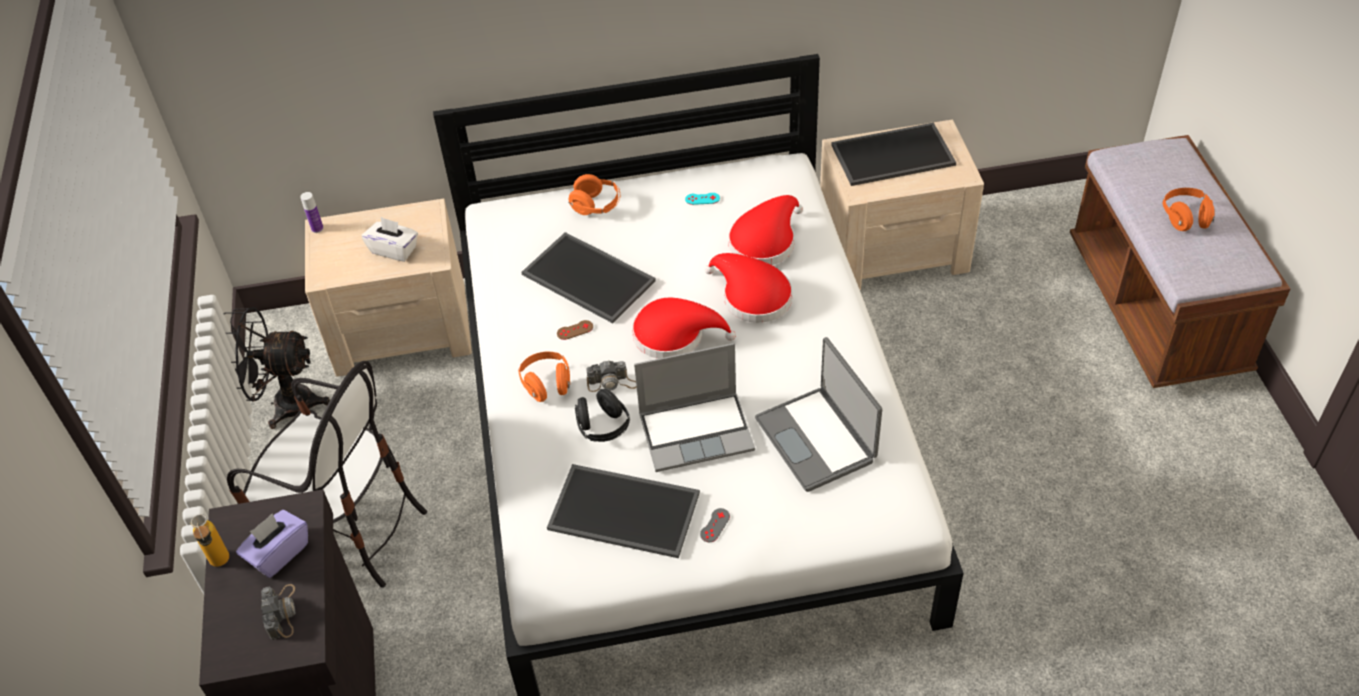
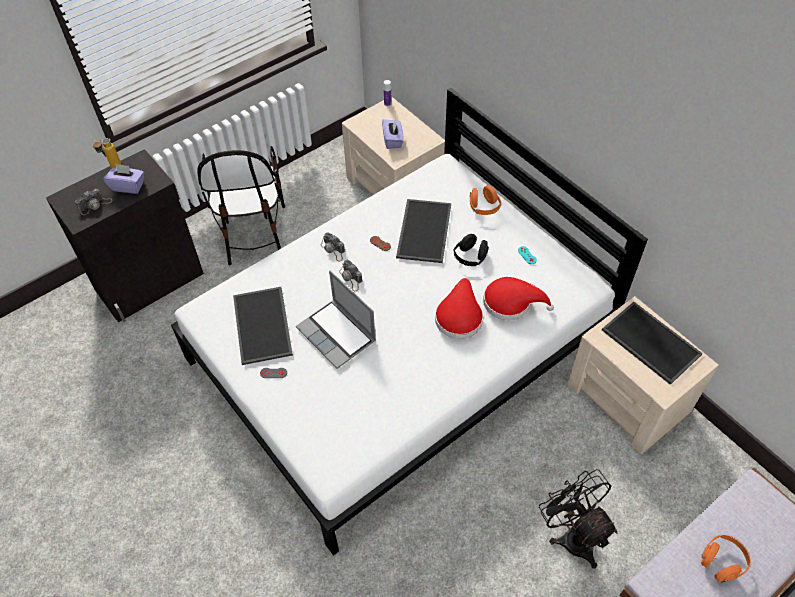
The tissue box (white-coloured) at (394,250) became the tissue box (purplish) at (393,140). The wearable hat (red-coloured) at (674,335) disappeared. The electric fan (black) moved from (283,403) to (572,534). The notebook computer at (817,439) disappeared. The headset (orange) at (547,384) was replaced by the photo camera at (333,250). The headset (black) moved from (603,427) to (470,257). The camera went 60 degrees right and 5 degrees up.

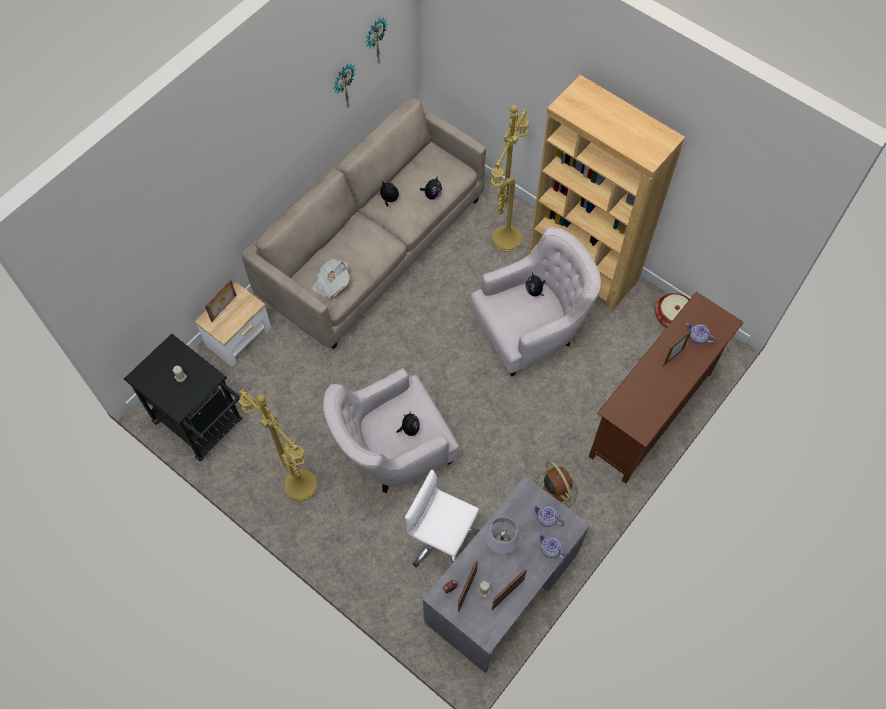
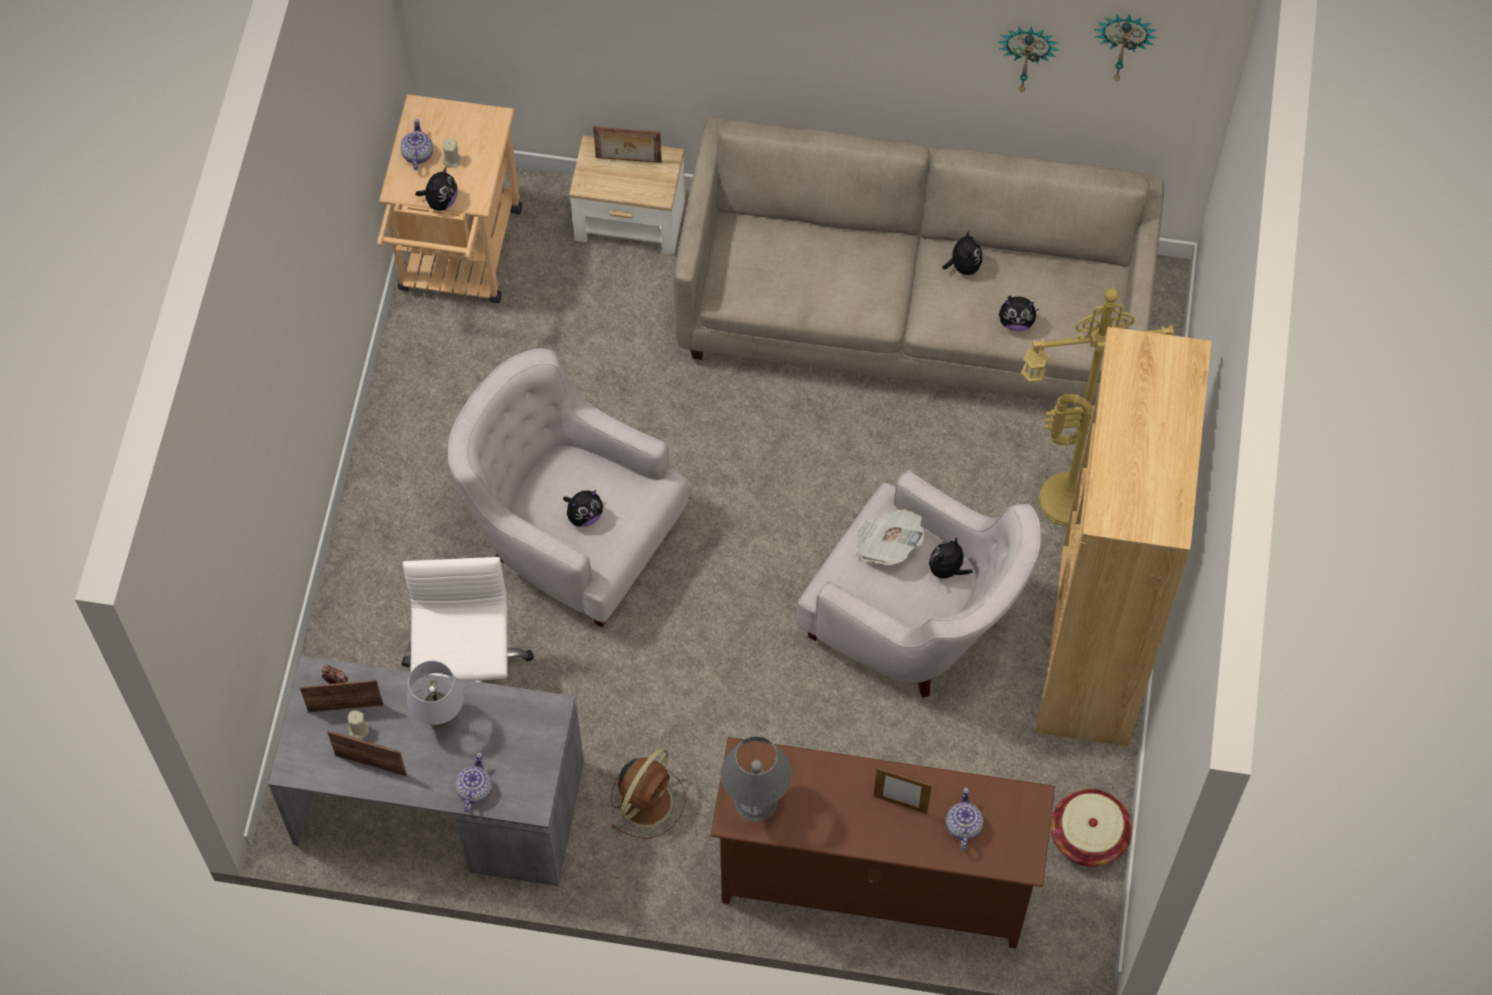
The printed paper moved from (331,284) to (887,544). The trolley (black) at (203,425) became the trolley (beige-coloured) at (458,260). The standing lamp (yellow) at (298,486) disappeared. The pot for tea moved from (546,519) to (417,154). The cuddly toy at (441,201) appeared. The table lamp (grey) at (756,801) appeared. The camera went 60 degrees right and 0 degrees up.

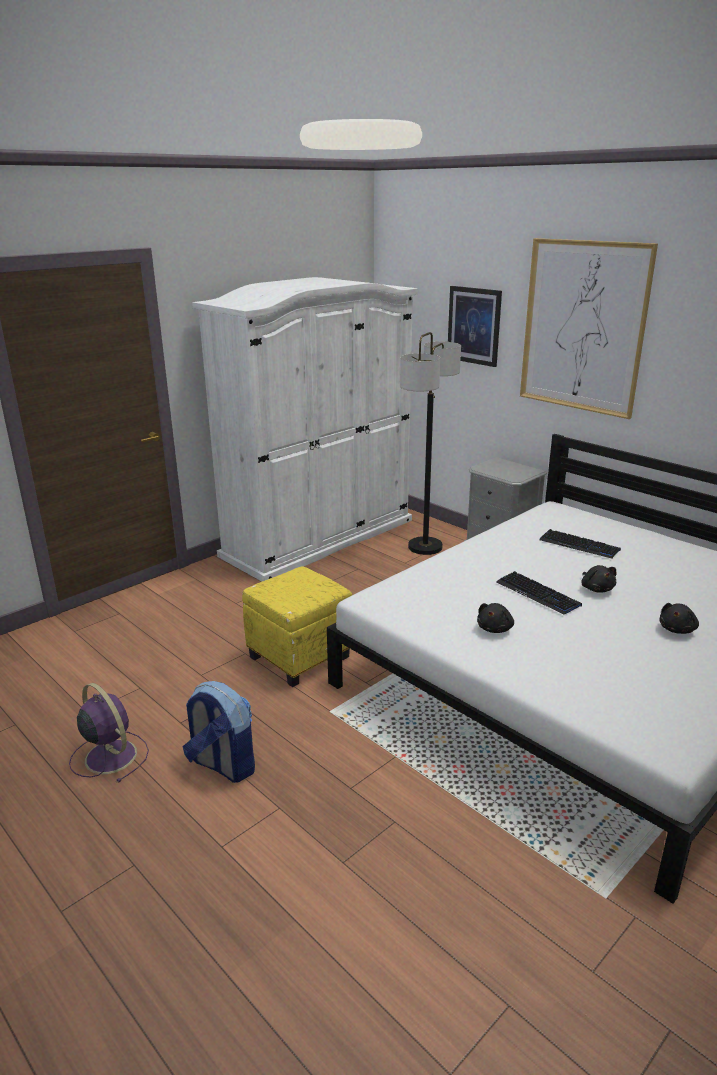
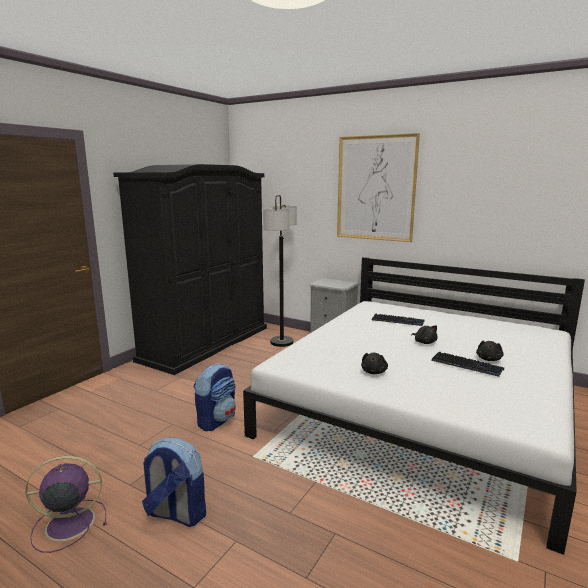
The clothes cupboard (white-coloured) at (319,537) became the clothes cupboard (black) at (206,343). The picture at (474,325) disappeared. The pouffe (yellow) at (300,656) was replaced by the rucksack at (216,420). The keyboard moved from (538,594) to (466,365). The electric fan (purplish) at (109,755) turned 45 degrees counterclockwise. The camera went 15 degrees left and 10 degrees down.

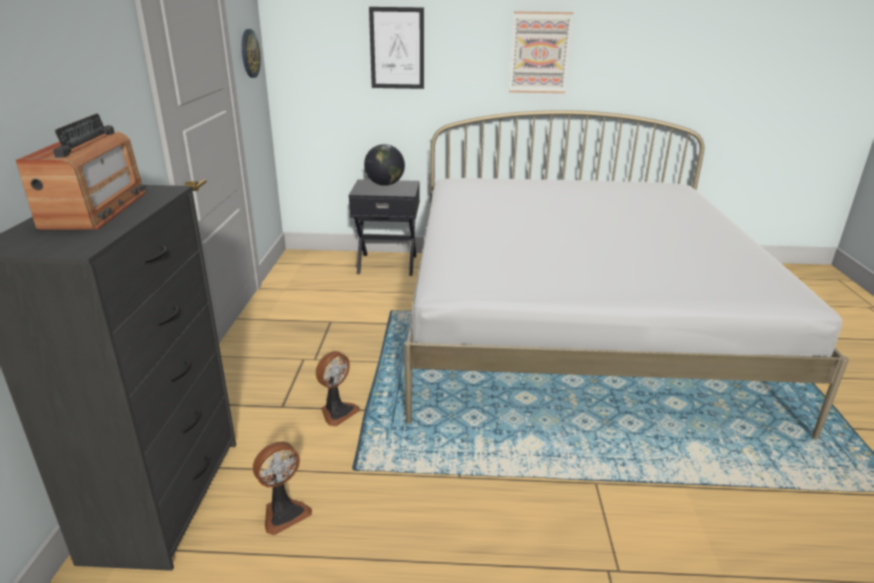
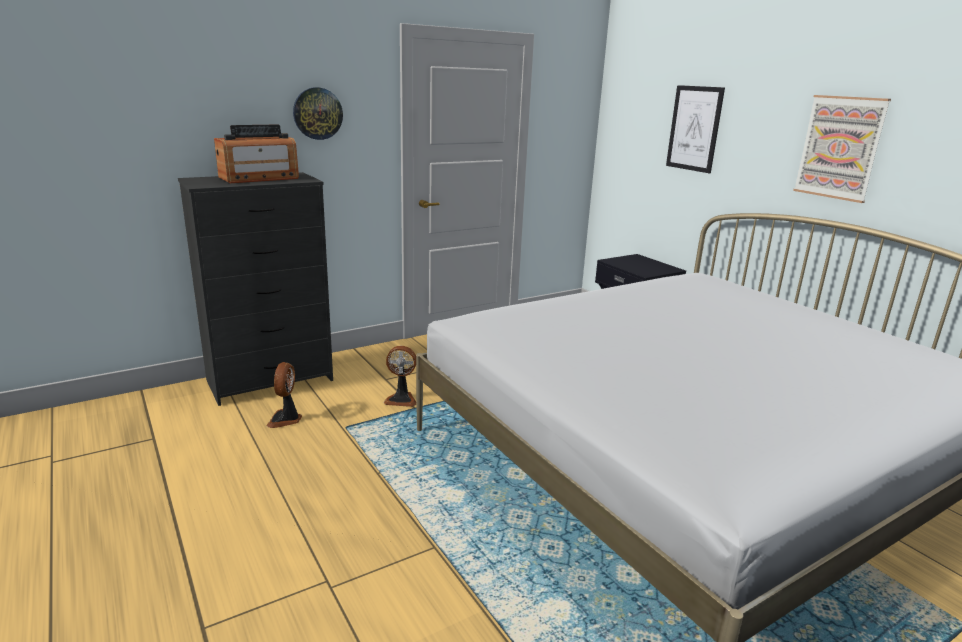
The clock on the wall moved from (249,53) to (317,113). The globe at (385,184) disappeared. The electric fan at (284,513) turned 75 degrees clockwise. The camera went 55 degrees right and 5 degrees down.

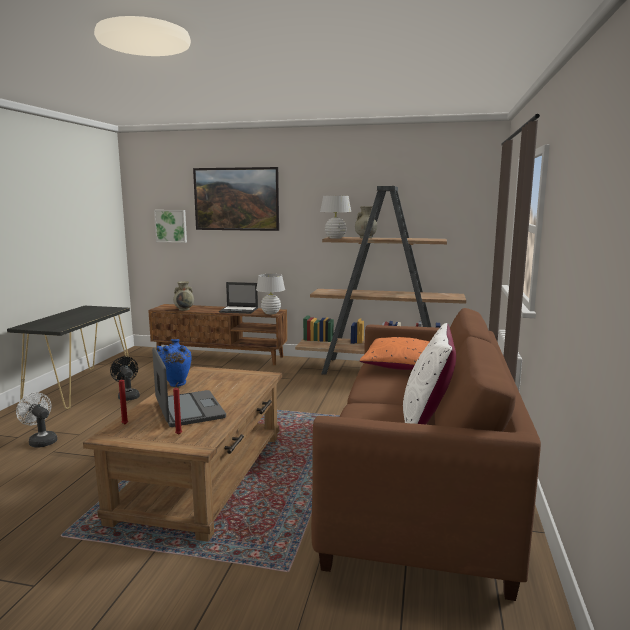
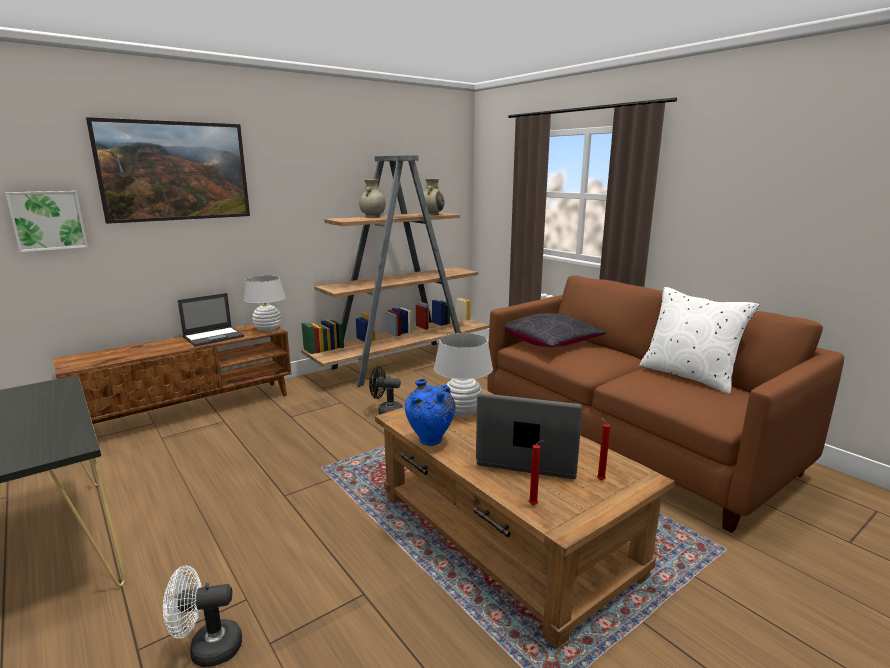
The table lamp (white-coloured) moved from (335,238) to (462,412). The decorative vase (beige-coloured) moved from (184,309) to (432,214). The pillow (orange) at (402,366) became the pillow (black) at (550,342). The electric fan (black) moved from (127,396) to (386,412). The camera went 50 degrees left and 5 degrees up.

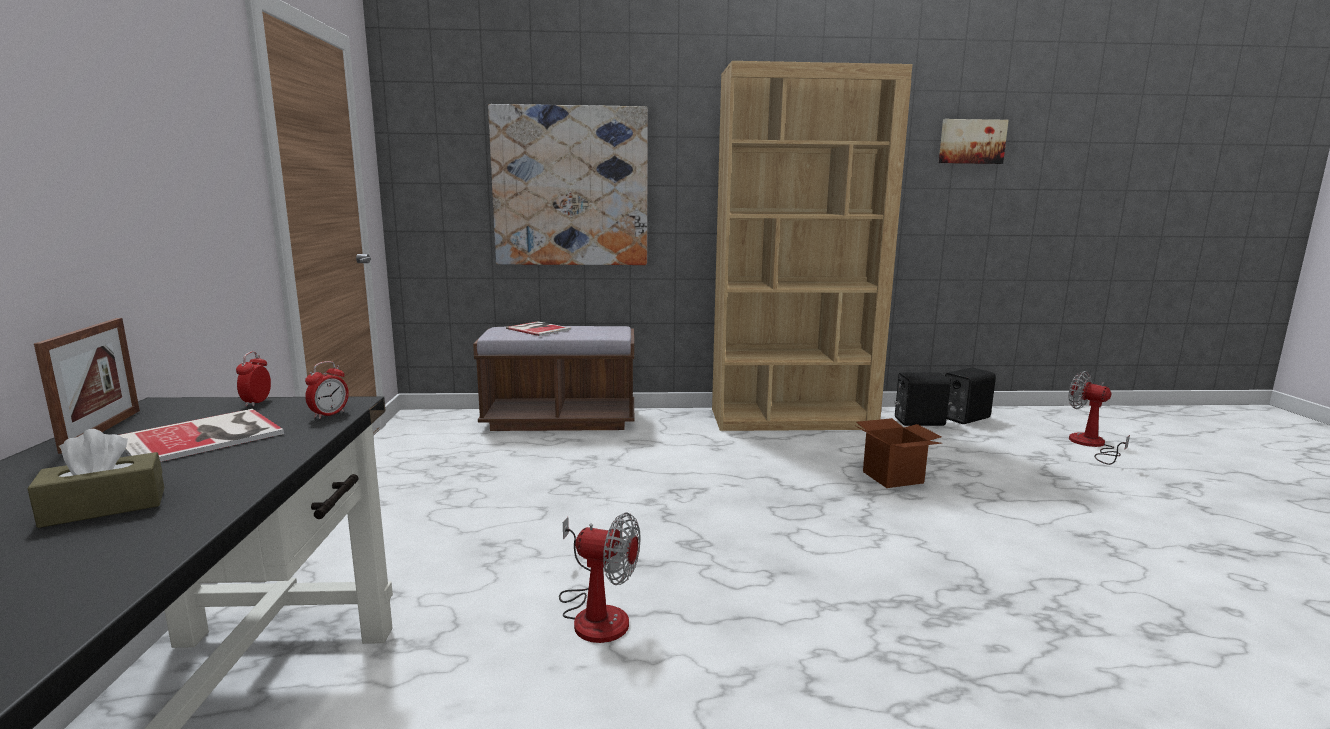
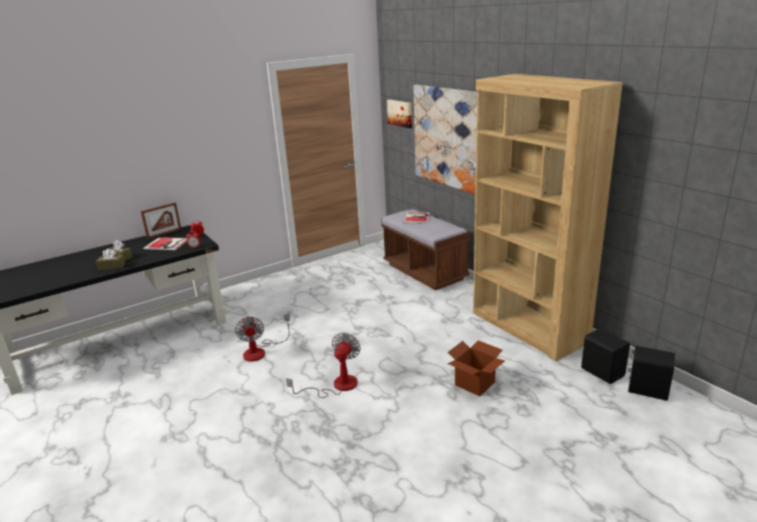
The picture moved from (971,141) to (400,113). The electric fan moved from (1091,445) to (336,386). The tissue box (brown) at (112,267) appeared. The camera went 60 degrees right and 10 degrees up.

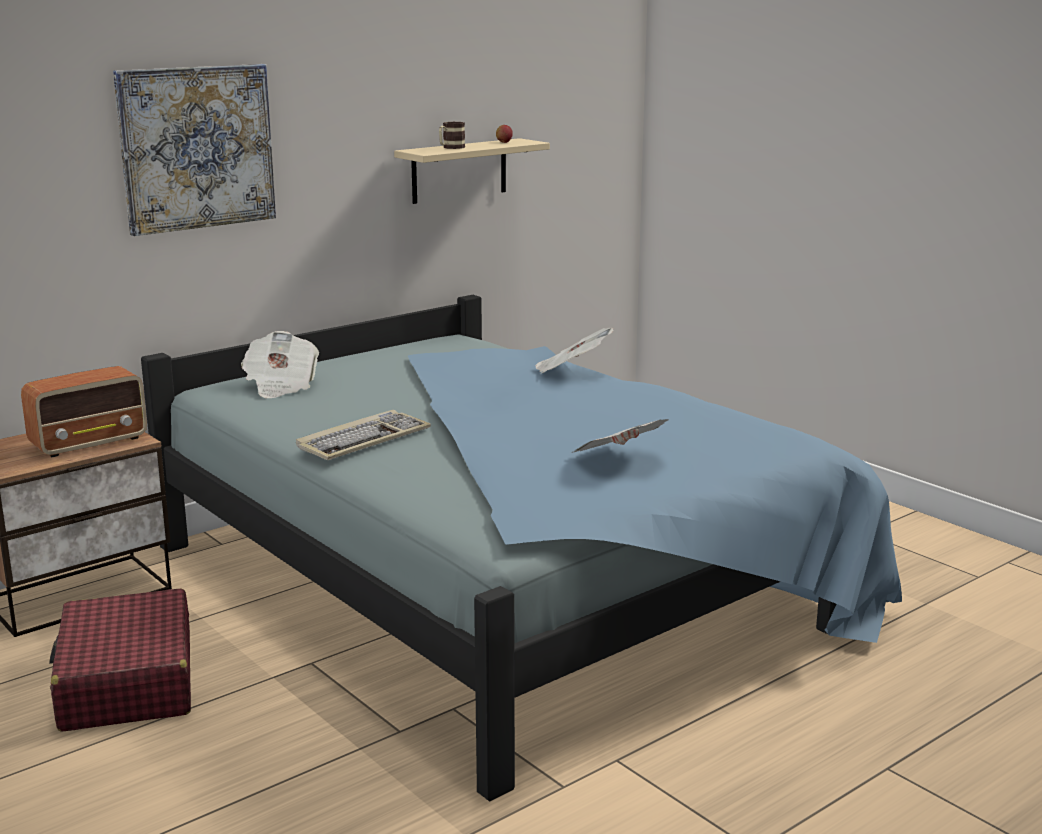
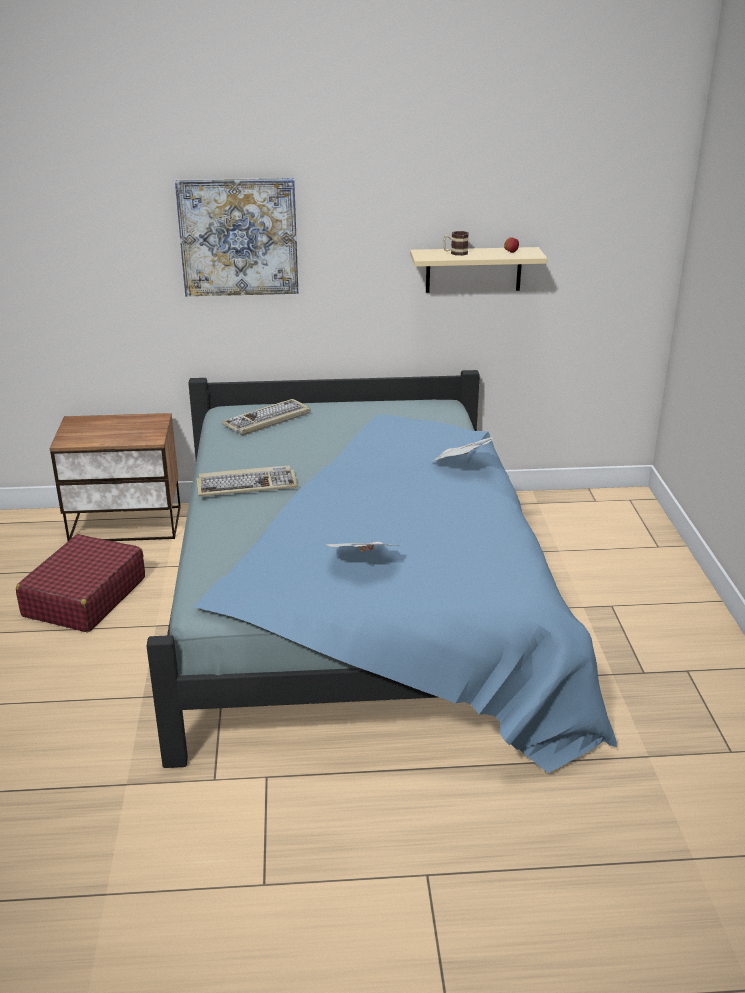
The printed paper at (280,386) was replaced by the keyboard at (267,420). The radio receiver at (90,443) disappeared. The camera went 35 degrees right and 10 degrees up.

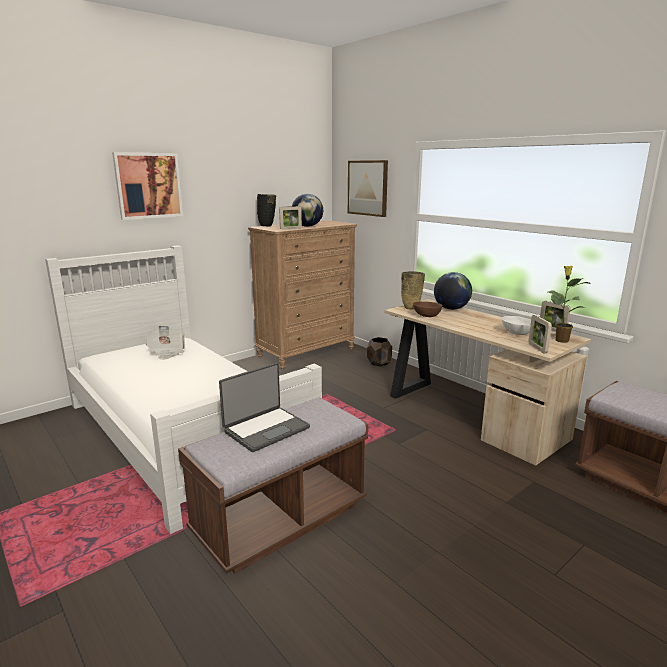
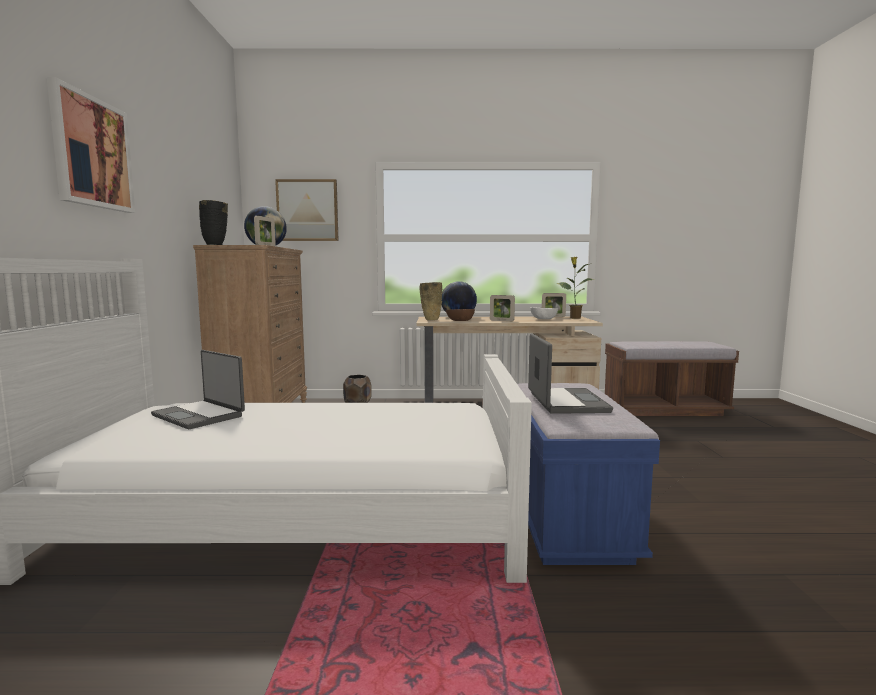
The standing frame moved from (537,348) to (501,320). The printed paper at (167,352) was replaced by the notebook computer at (200,415). The indoor bench (brown) at (280,519) became the indoor bench (bluish) at (565,517). The camera went 50 degrees left and 10 degrees down.

